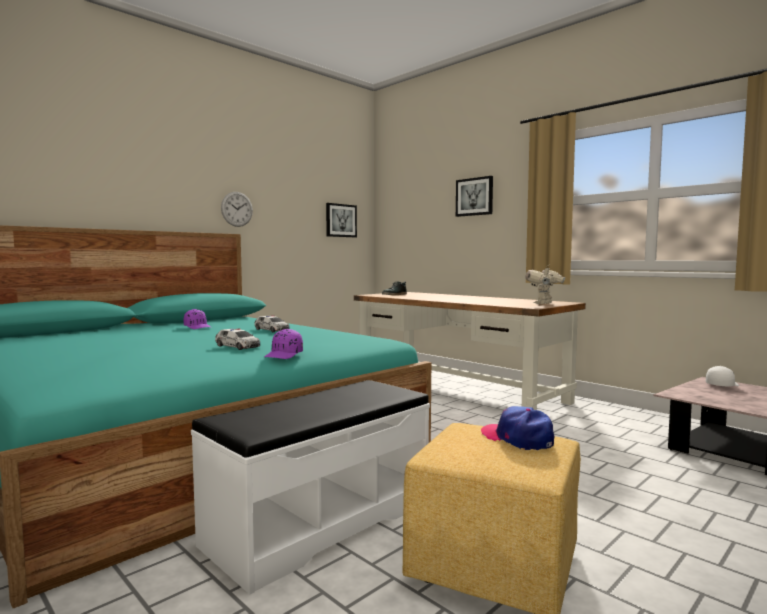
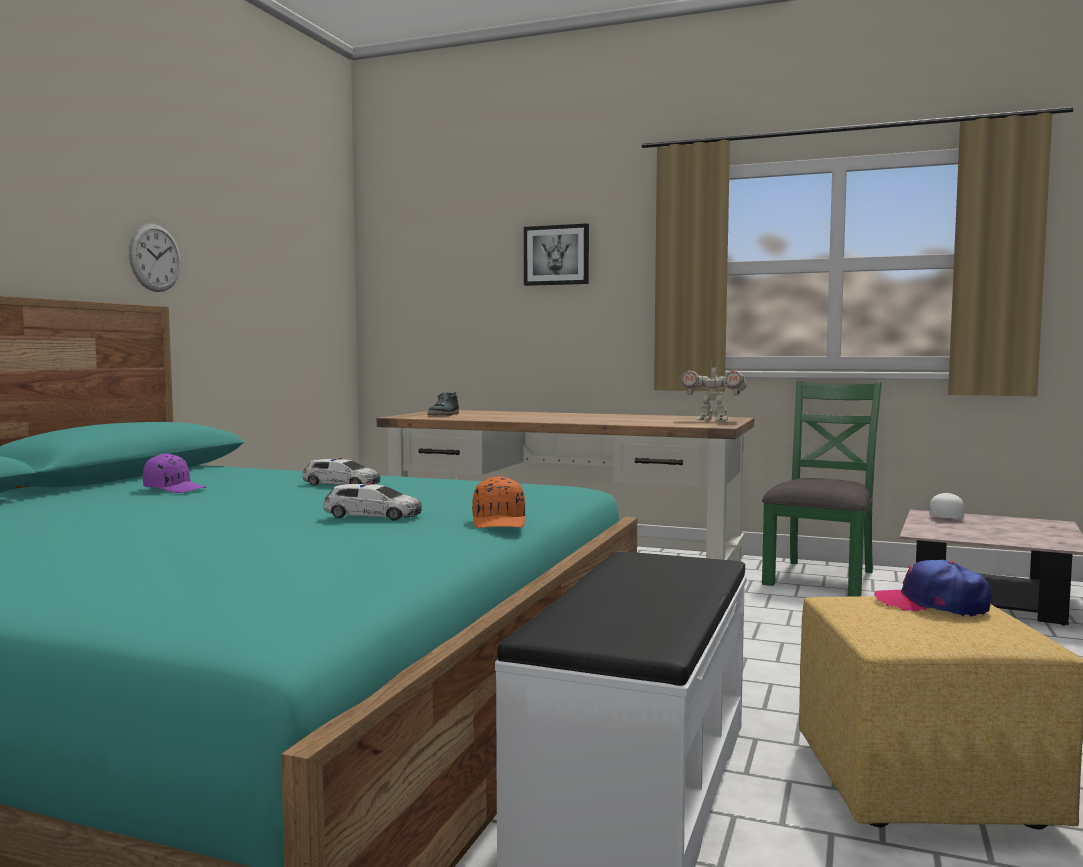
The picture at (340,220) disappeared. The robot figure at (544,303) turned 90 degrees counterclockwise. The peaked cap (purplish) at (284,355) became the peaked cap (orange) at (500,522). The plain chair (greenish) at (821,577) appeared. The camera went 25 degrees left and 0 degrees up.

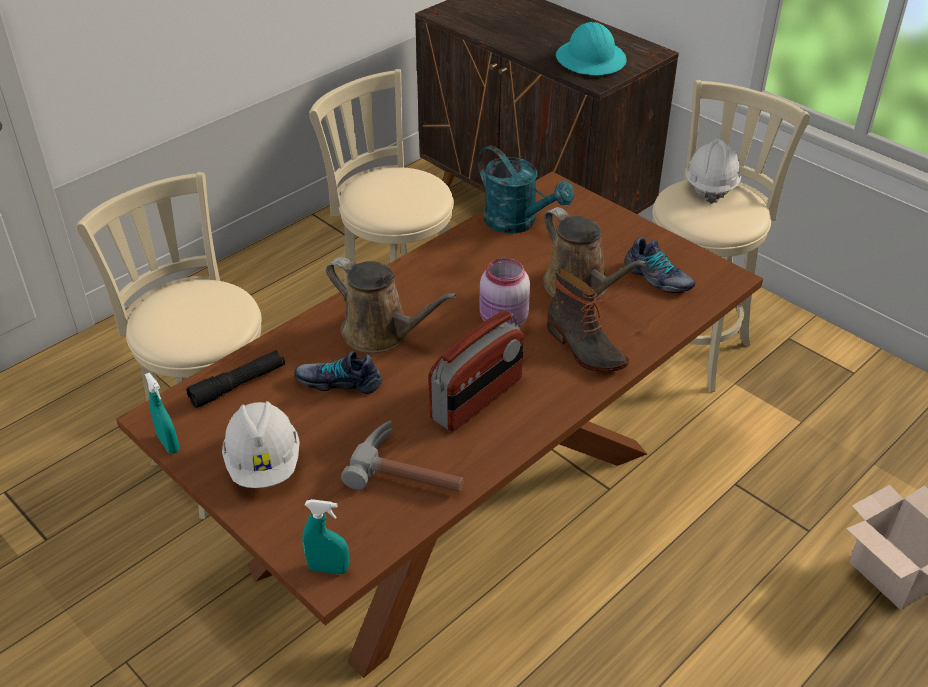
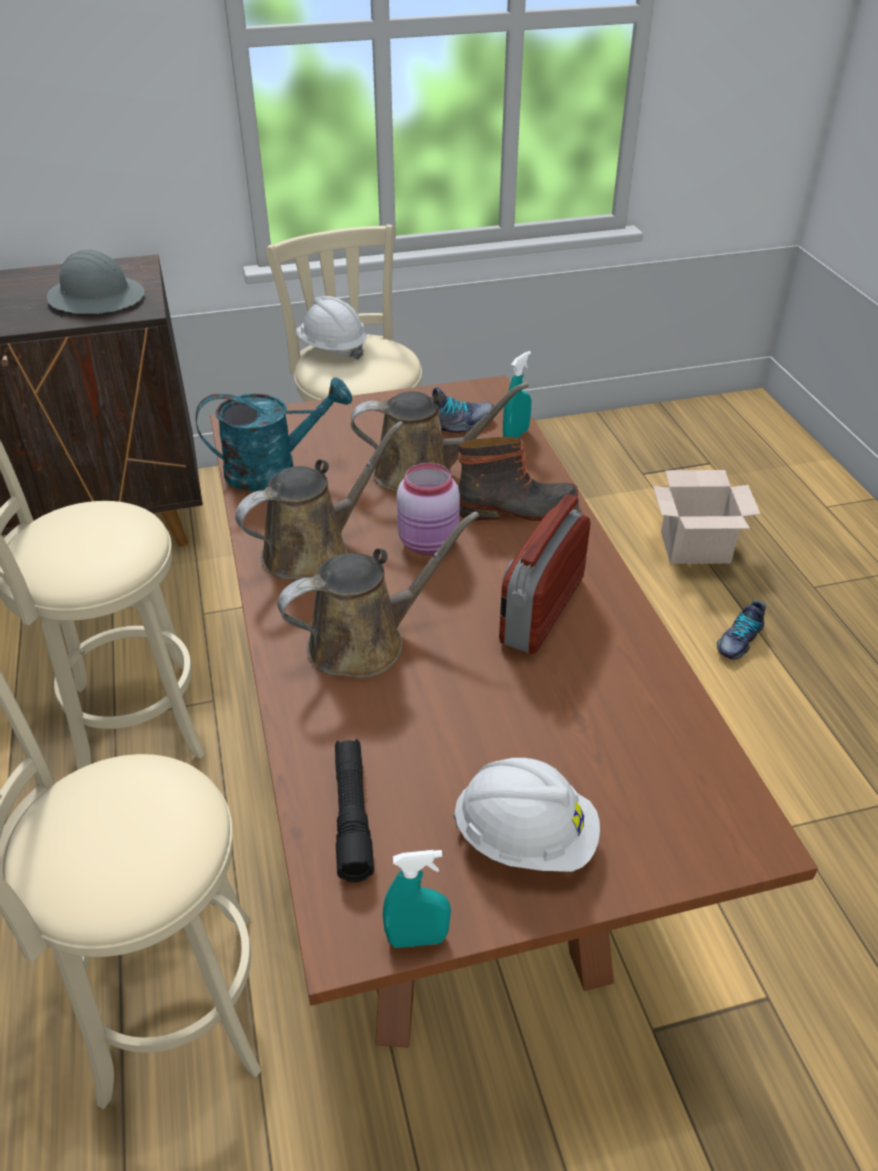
The safety helmet (turquoise-coloured) at (591,60) became the safety helmet (grey) at (97,297). The radio receiver at (477,400) turned 135 degrees counterclockwise. The shoe moved from (339,381) to (738,639). The hammer at (411,470) disappeared. The sprayer (turquoise-coloured) moved from (328,568) to (515,435). The watering can (brown) at (313,550) appeared. The camera went 60 degrees left and 0 degrees up.

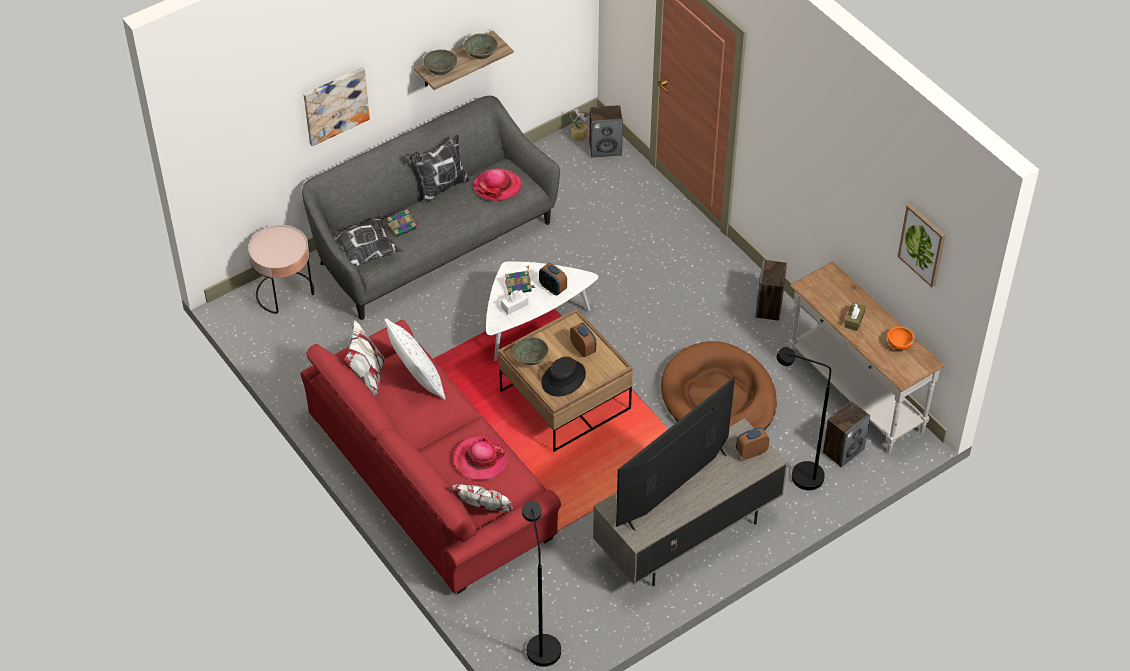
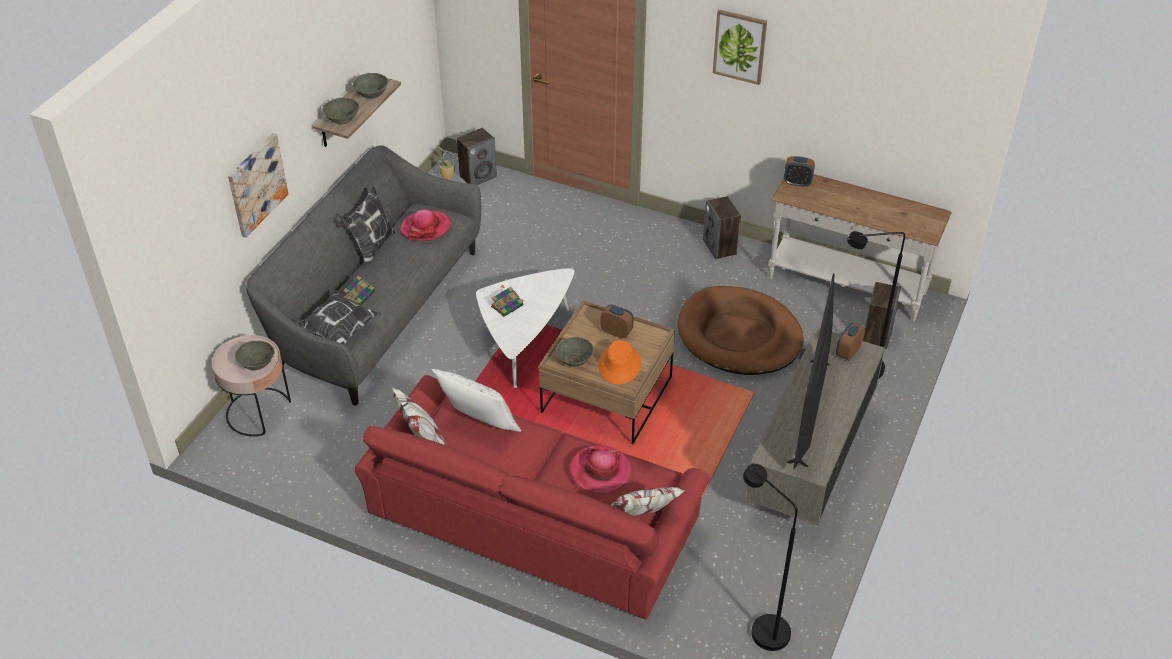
The picture moved from (922,244) to (740,46). The table clock moved from (552,288) to (797,183). The tissue box (white-coloured) at (514,306) disappeared. The tissue box (brown) at (854,320) disappeared. The serving bowl (orange) at (899,345) disappeared. The wearable hat (black) at (563,378) became the wearable hat (orange) at (620,365). The serving bowl (grey) at (257,363) appeared. The camera went 30 degrees left and 5 degrees down.

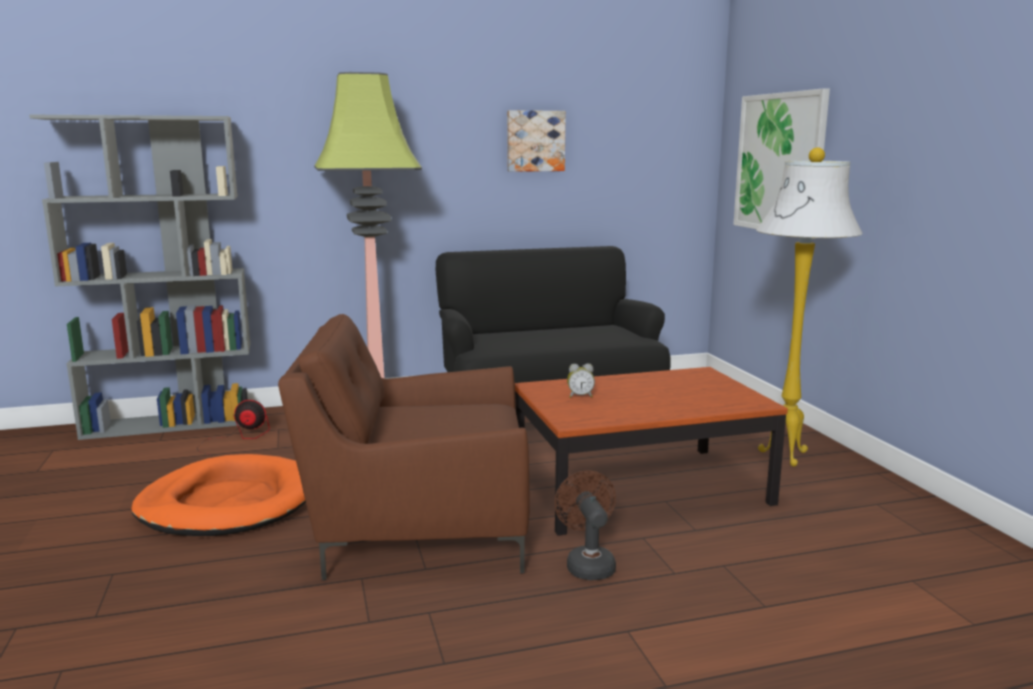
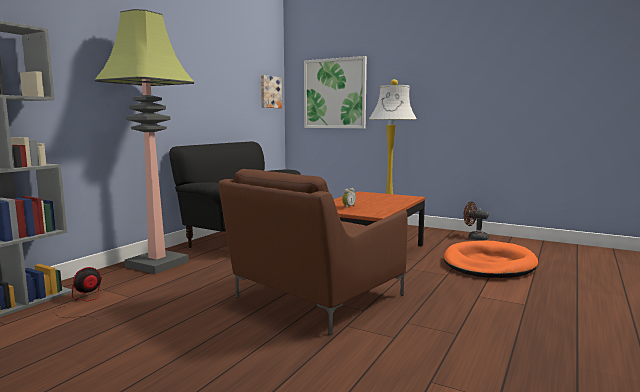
The picture moved from (535,141) to (270,92). The pet bed (orange) moved from (228,503) to (488,264). The electric fan (brown) moved from (587,564) to (474,238). The camera went 45 degrees left and 5 degrees down.

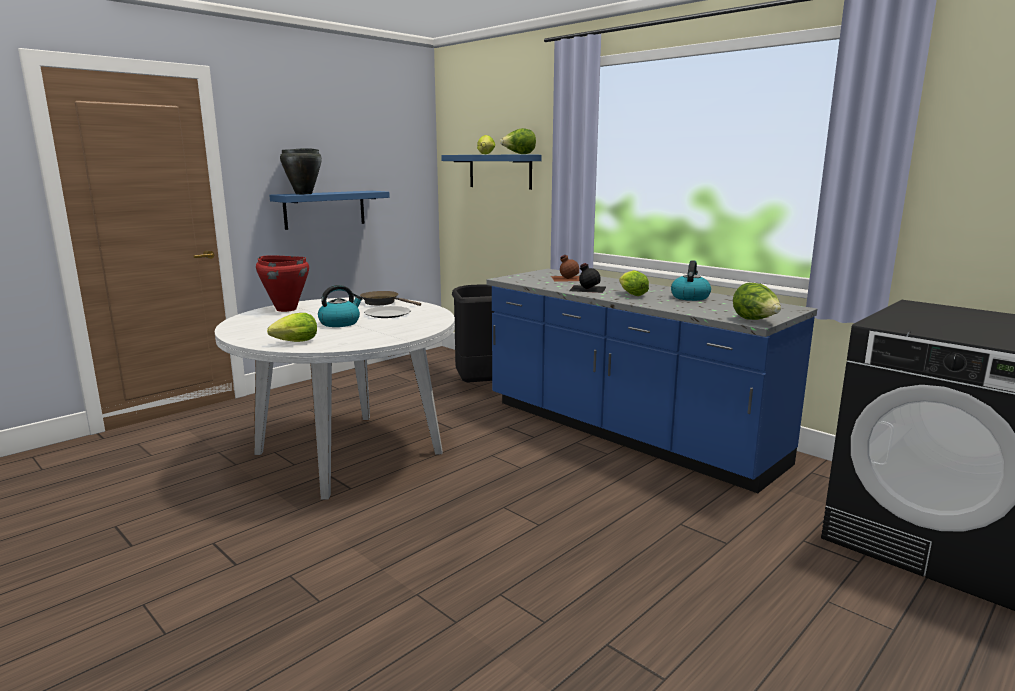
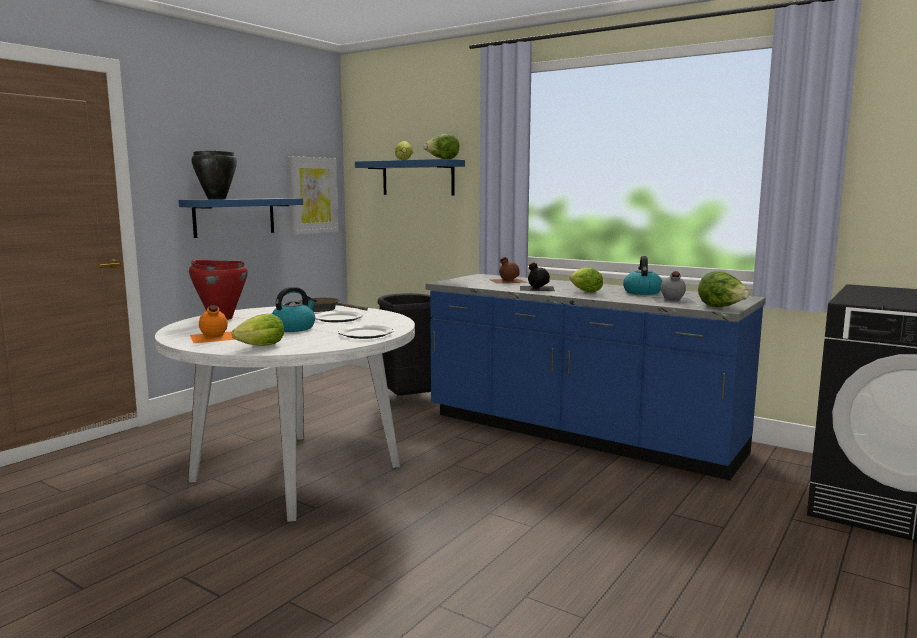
The picture at (313,195) appeared. The bottle (grey) at (672,300) appeared. The bottle (orange) at (213,337) appeared. The dinner plate at (365,334) appeared. The camera went 10 degrees left and 5 degrees down.

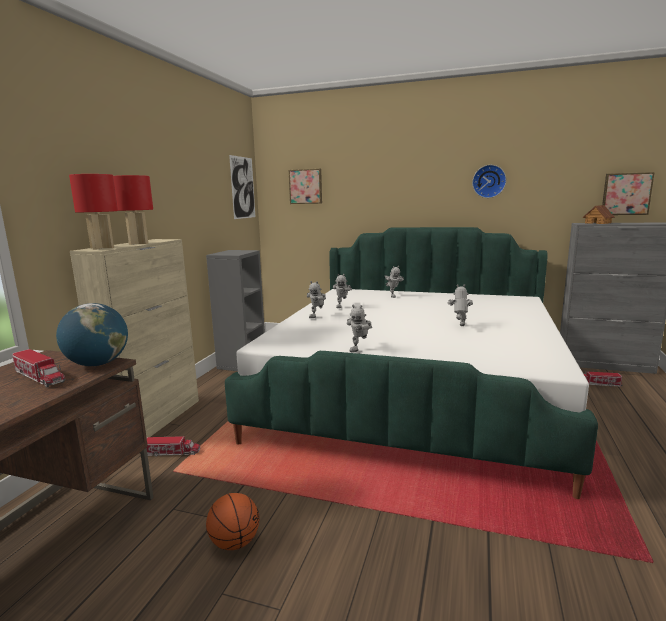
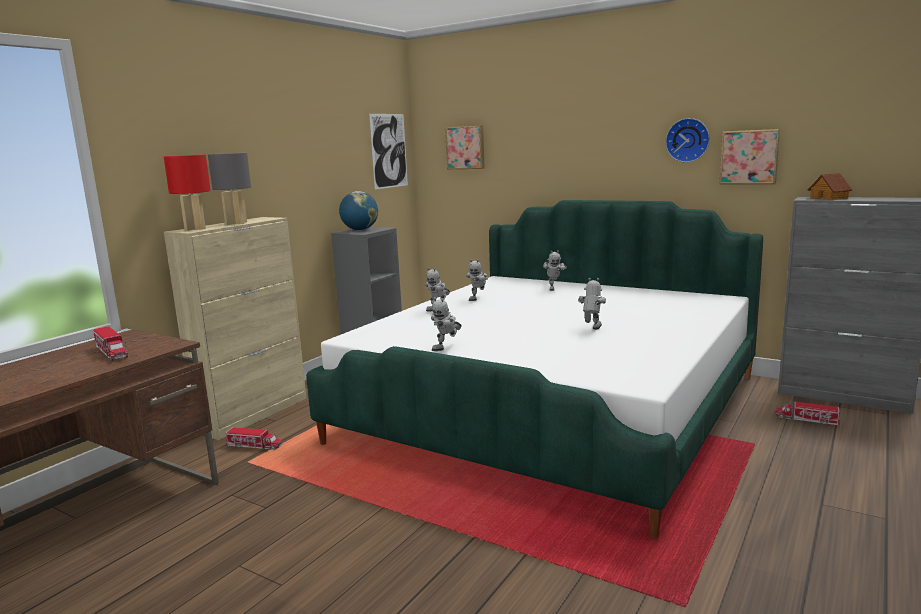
The picture moved from (626,194) to (749,157). The table lamp (red-coloured) at (139,243) became the table lamp (grey) at (236,223). The globe moved from (97,364) to (360,230). The basketball ball at (234,542) disappeared. The camera went 15 degrees right and 0 degrees up.

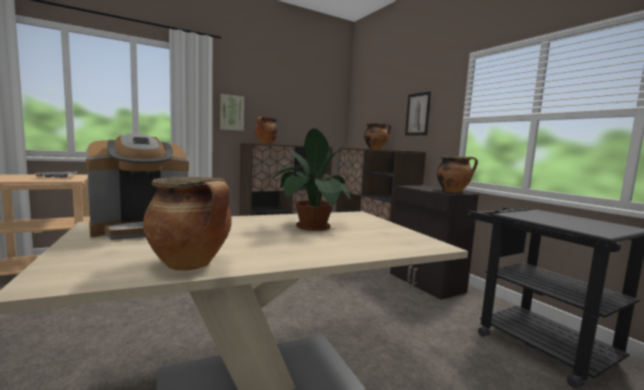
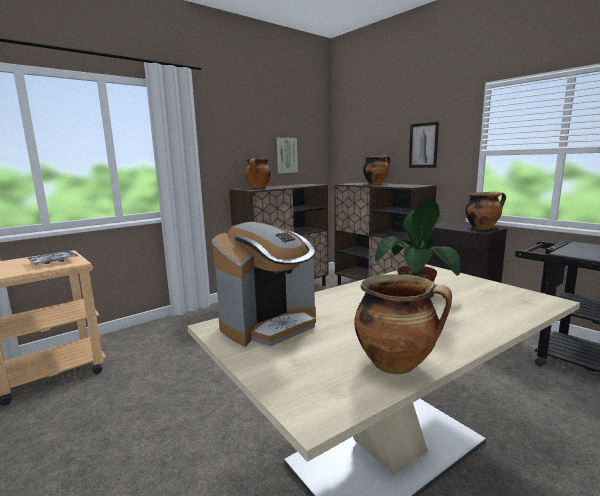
The picture moved from (231,113) to (286,155). The camera went 10 degrees left and 5 degrees up.

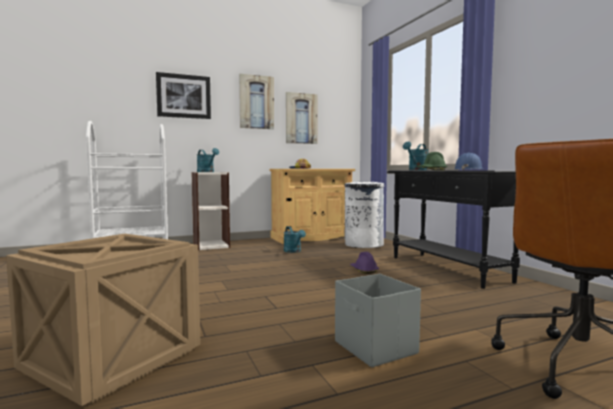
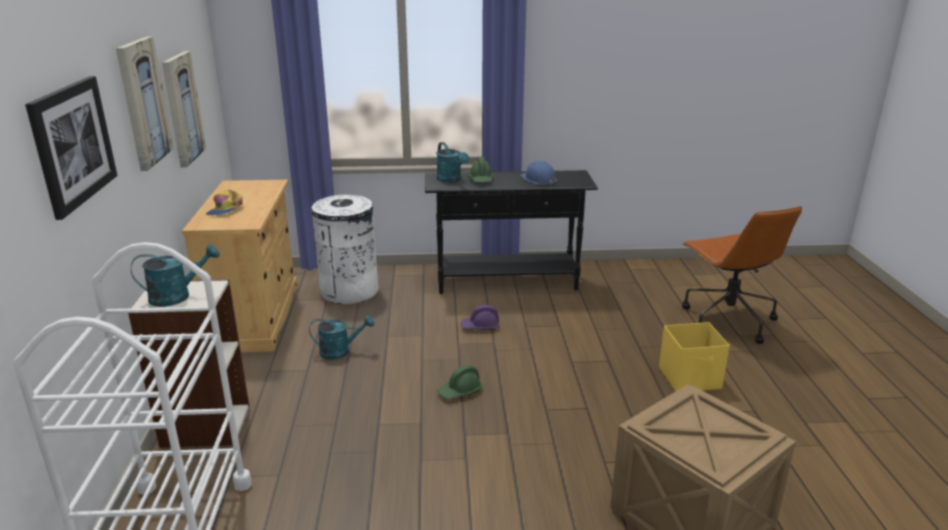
The storage box (grey) at (375,348) became the storage box (yellow) at (690,378). The safety helmet (greenish) at (460,391) appeared. The camera went 70 degrees left and 20 degrees up.

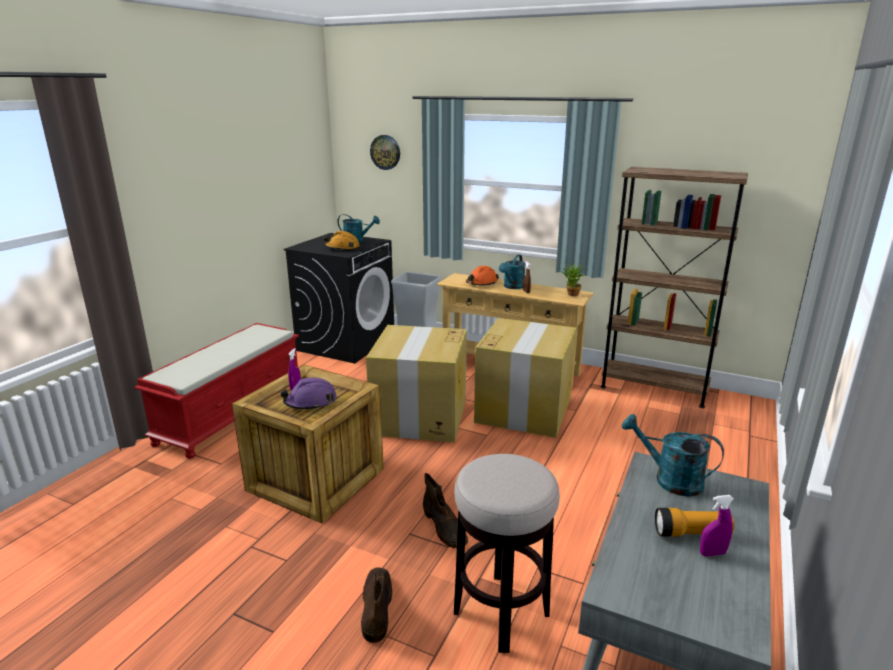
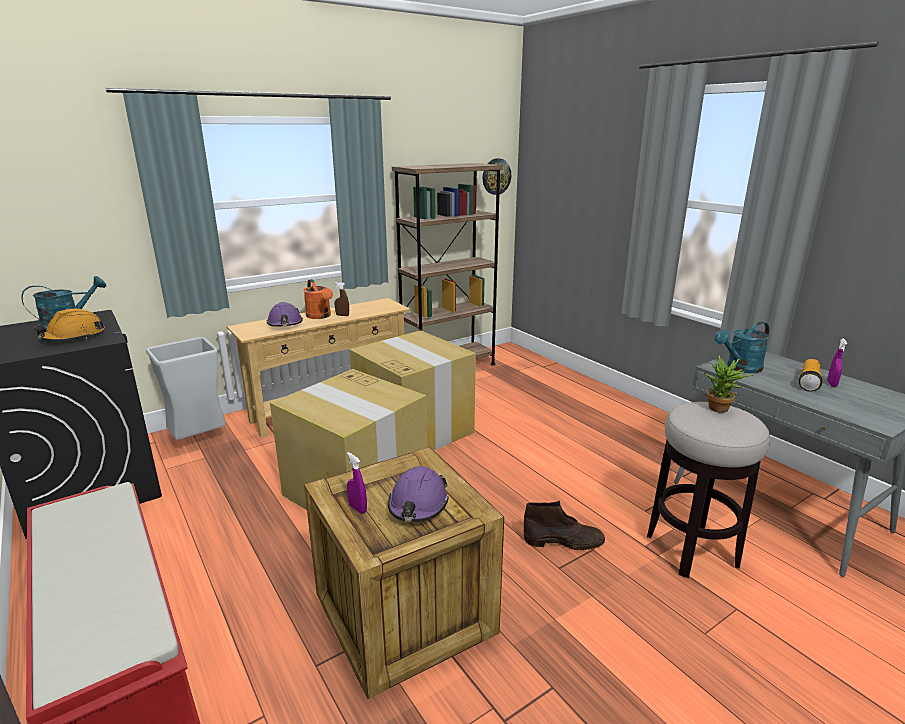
The clock on the wall moved from (385,152) to (496,176). The watering can (turquoise-coloured) at (512,287) became the watering can (orange) at (320,316). The potted plant moved from (571,295) to (720,410). The safety helmet (orange) at (481,283) became the safety helmet (purplish) at (285,324). The tall boot (brown) at (377,606) disappeared. The camera went 60 degrees left and 0 degrees up.

